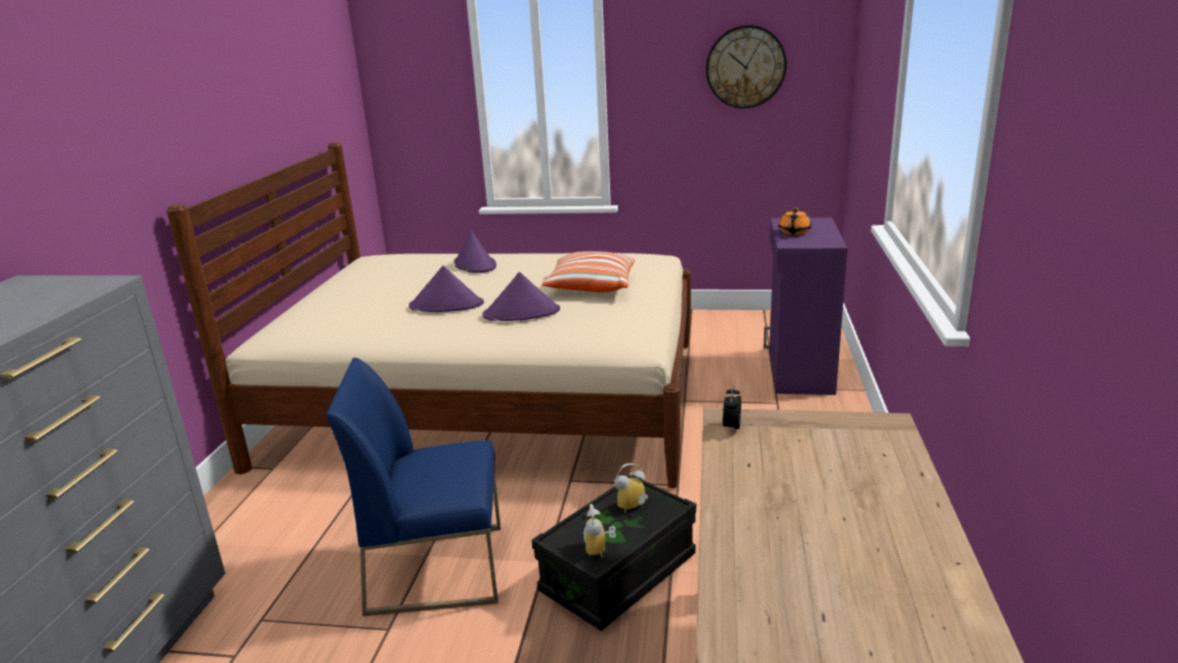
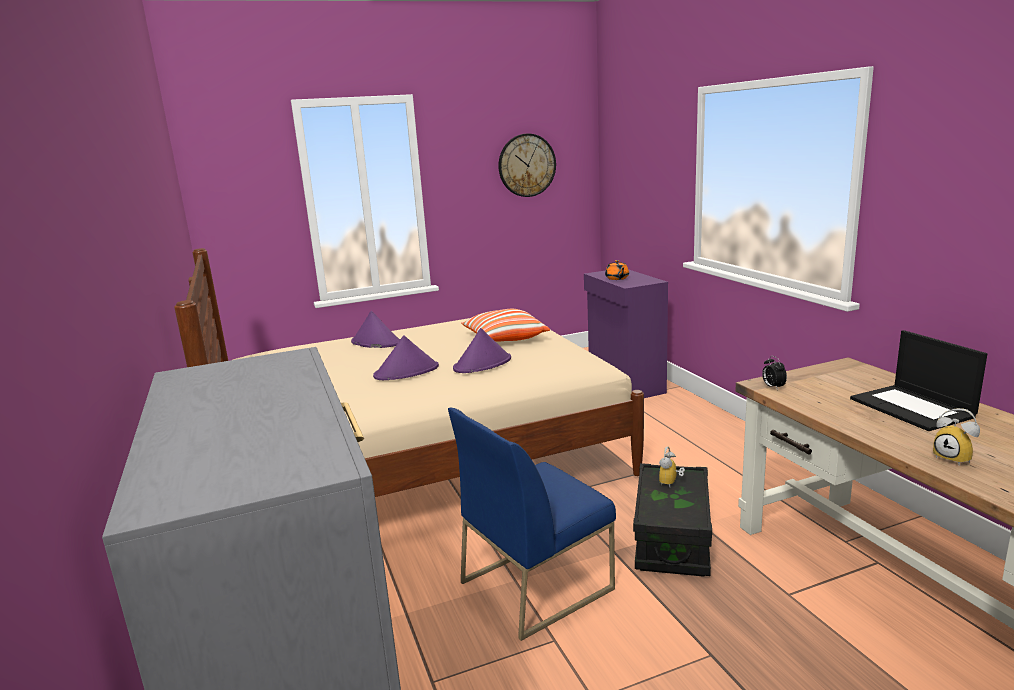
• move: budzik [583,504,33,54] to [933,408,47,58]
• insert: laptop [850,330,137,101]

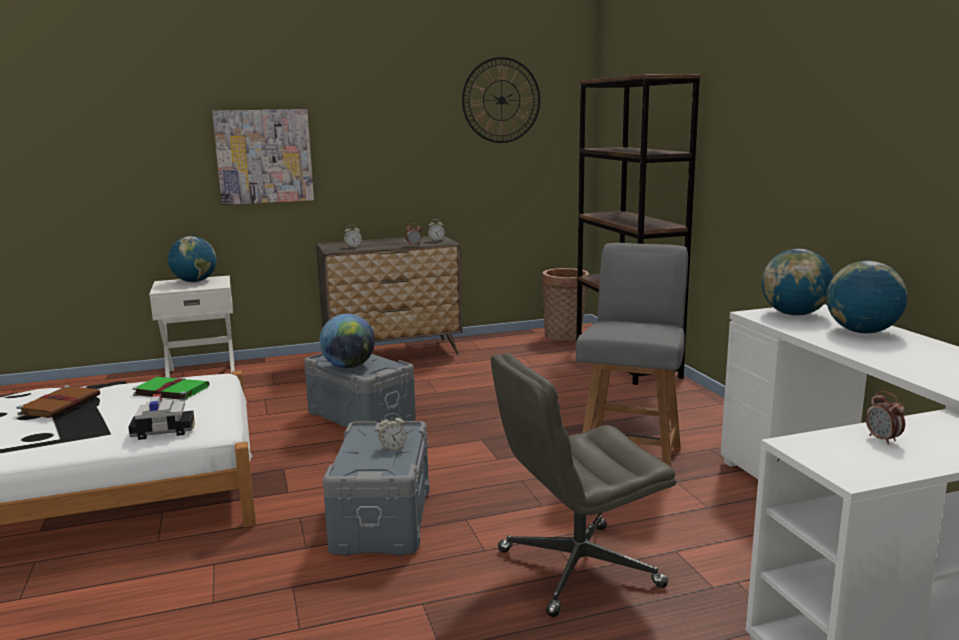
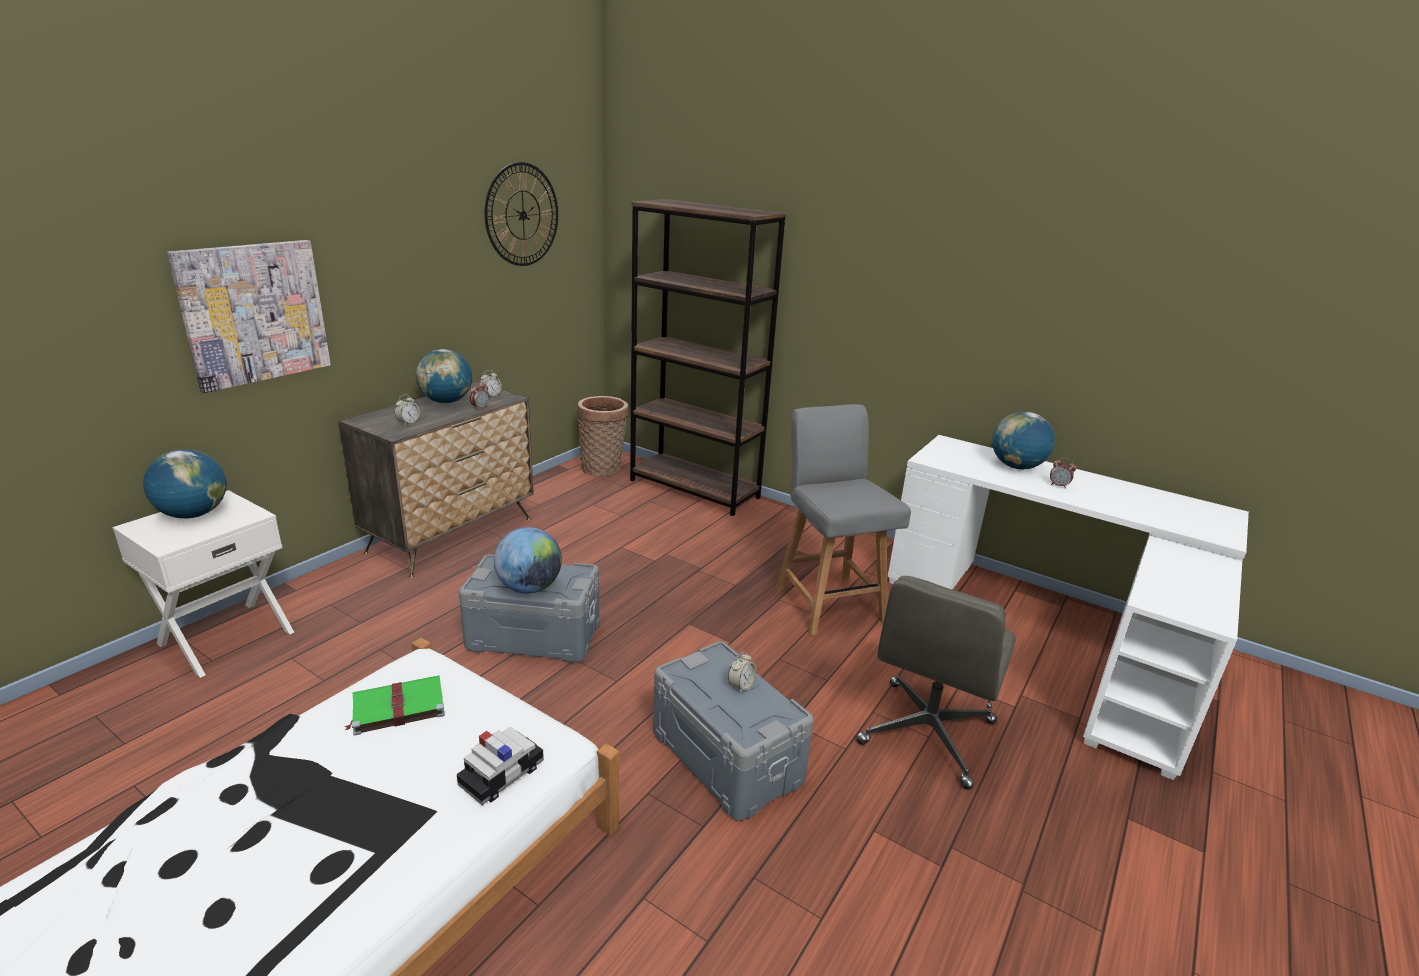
• delete: książka [brązowy] [16,385,84,33]
• move: globus [762,249,71,67] to [416,349,56,54]
• move: budzik [866,391,39,54] to [1050,458,26,31]

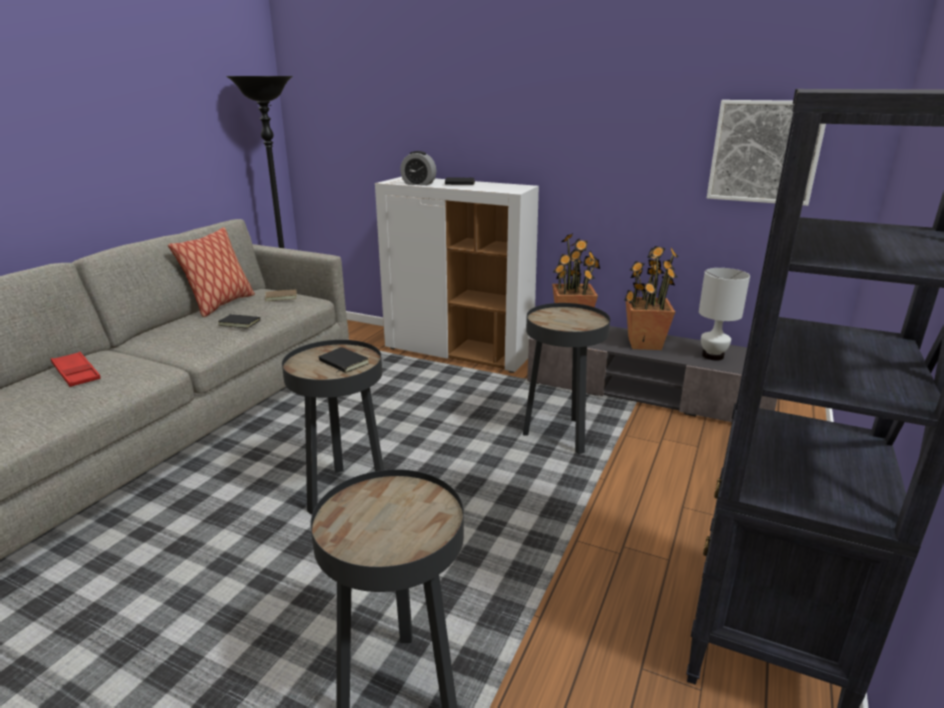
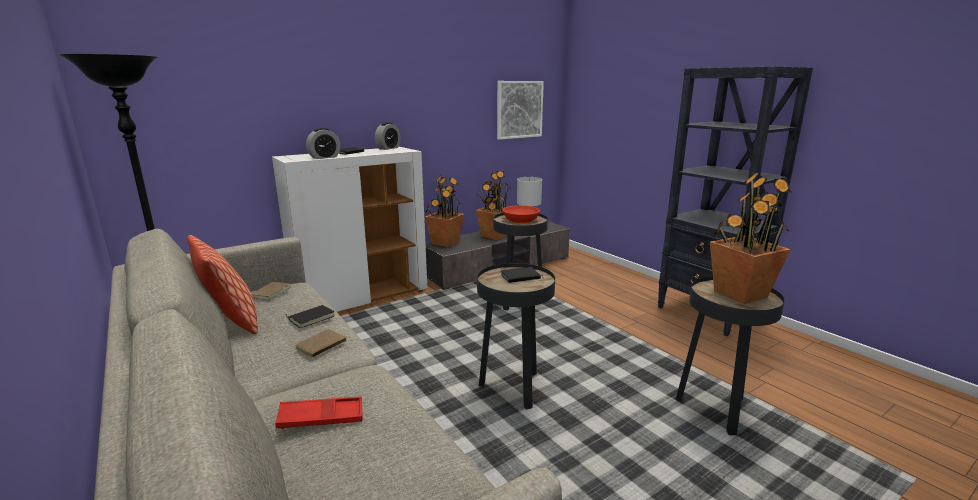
• insert: książka [brązowy] [295,329,57,29]
• insert: budzik [375,122,26,28]
• insert: miska [czerwony] [503,205,37,18]
• insert: roślina doniczkowa [710,172,82,132]

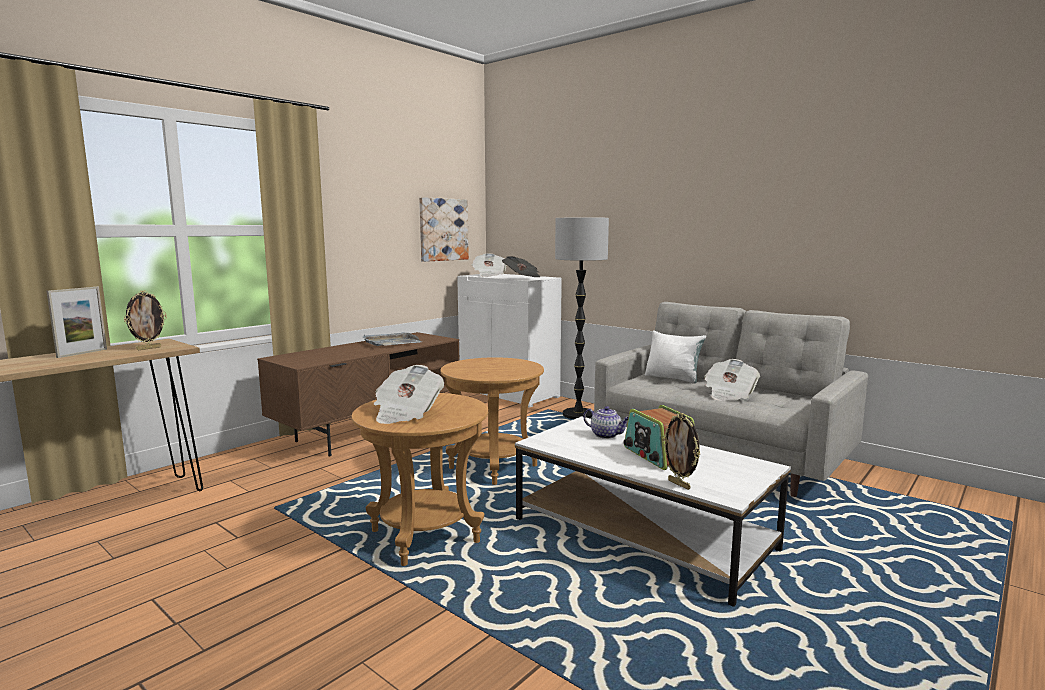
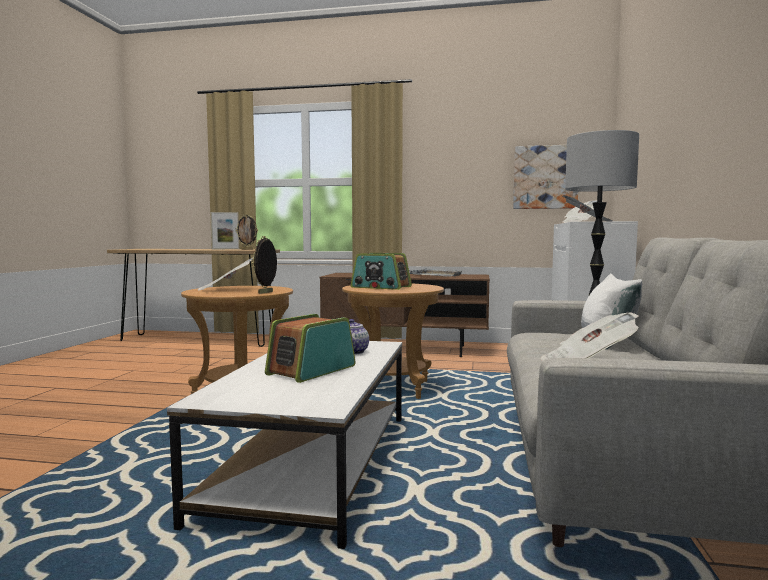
• move: ramka na zdjęcie [662,413,38,77] to [251,236,26,58]
• insert: radio [351,253,61,37]

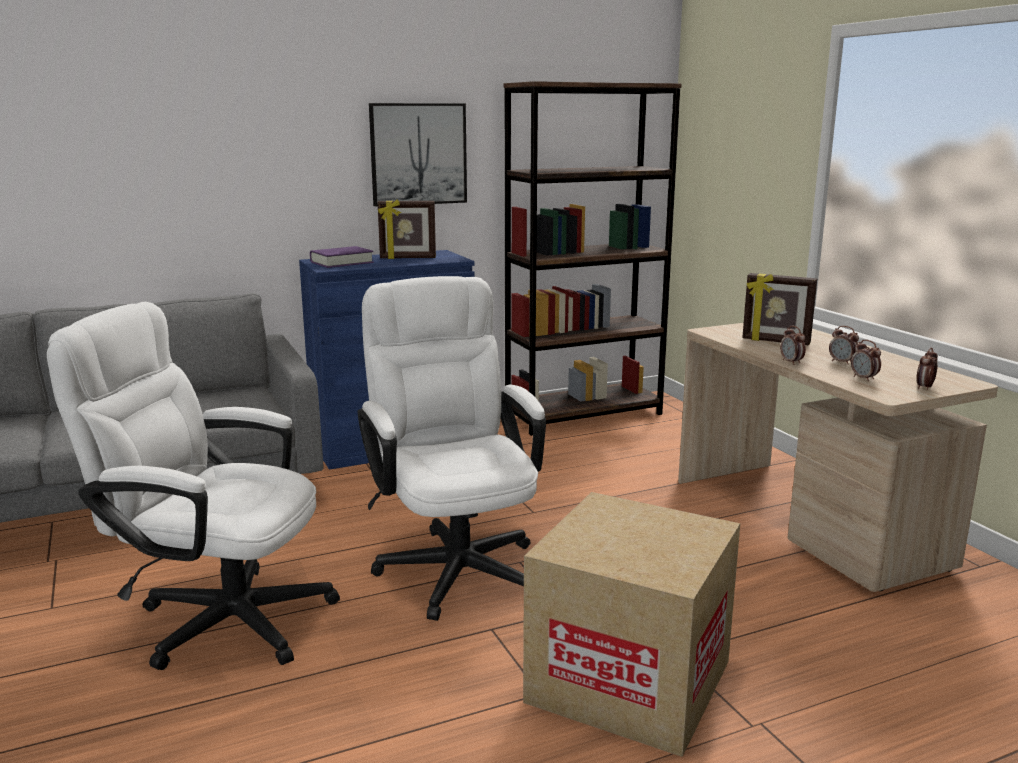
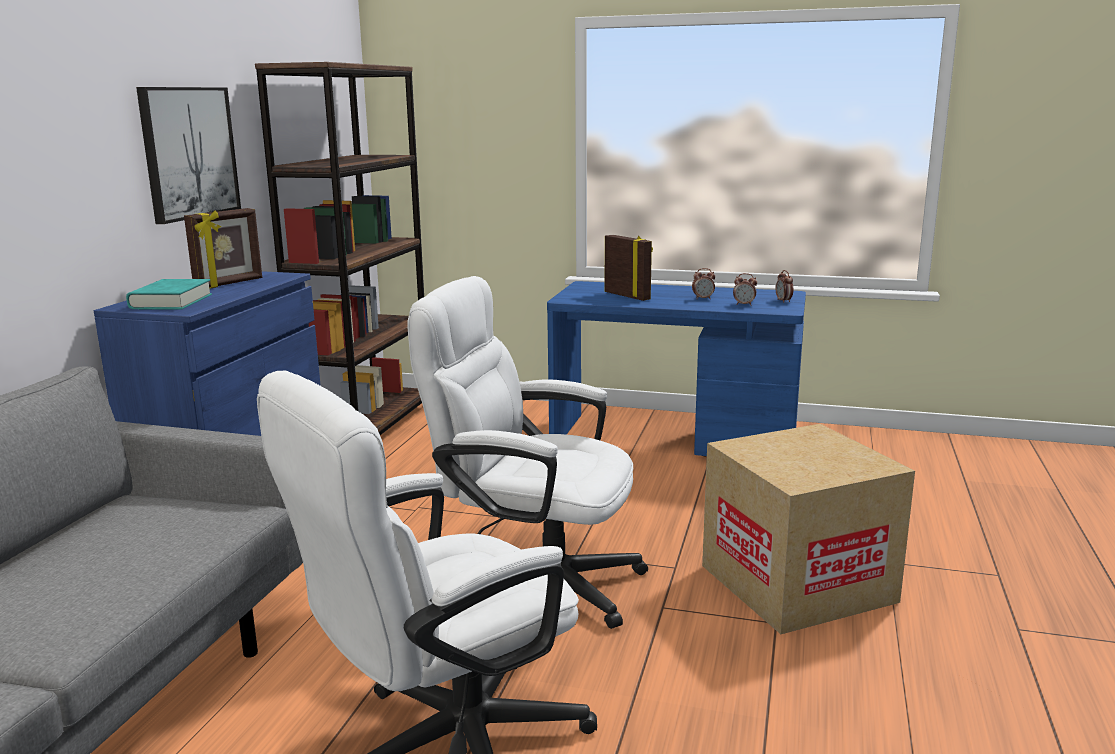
• recolor: książka [fioletowy] [310,246,64,22] to książka [turkusowy] [126,279,86,31]
• recolor: biurko [beżowy] [678,323,320,269] to biurko [niebieski] [547,281,259,175]
• rotate: ramka na zdjęcie [742,273,75,72] = [605,235,48,66] 105 degrees counterclockwise
• delete: budzik [780,326,26,39]

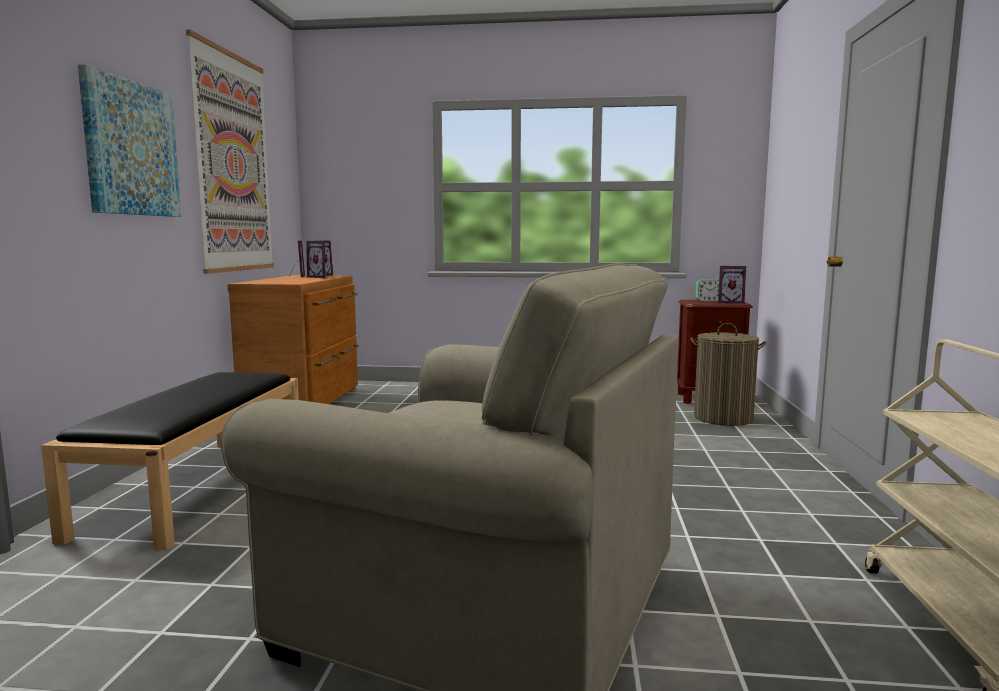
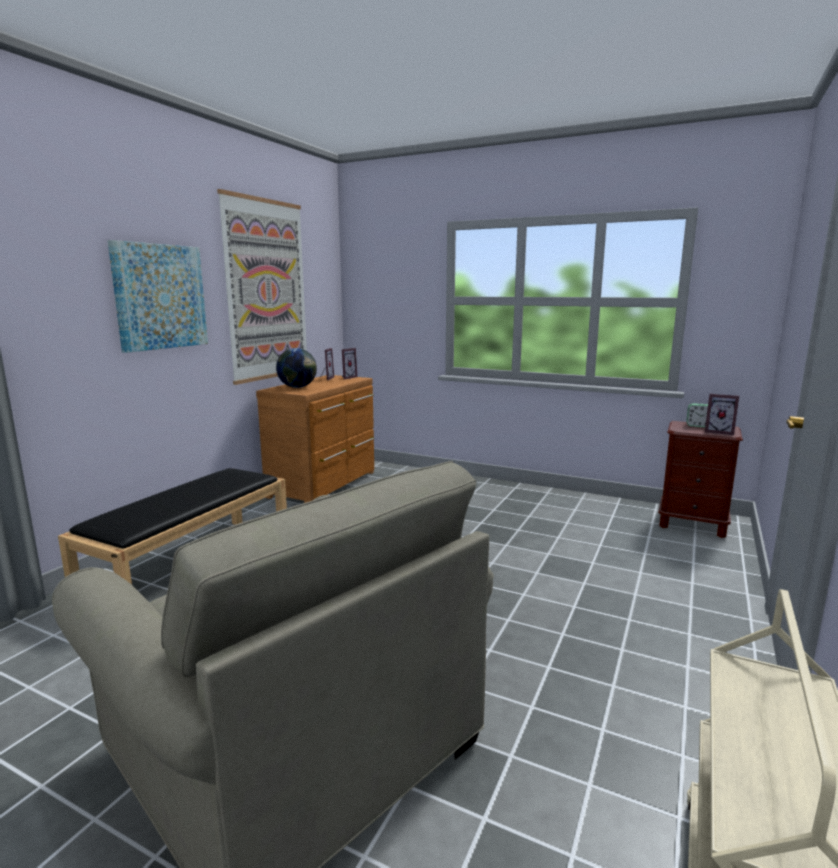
• delete: ramka na zdjęcie [306,241,21,37]
• delete: kosz na pranie [690,323,77,103]
• insert: globus [276,348,41,40]

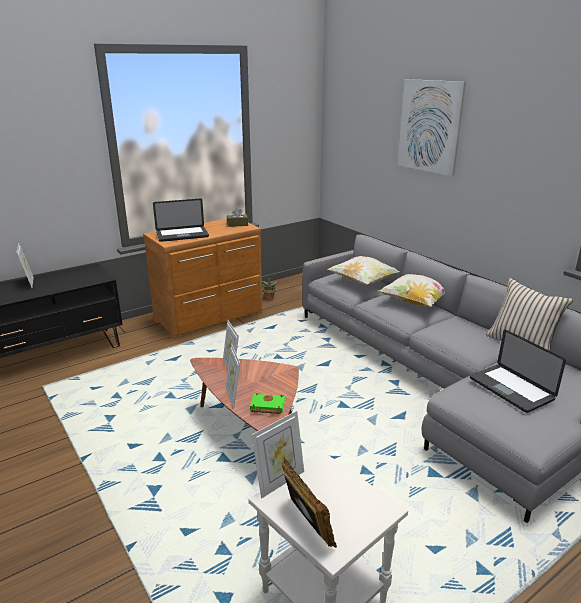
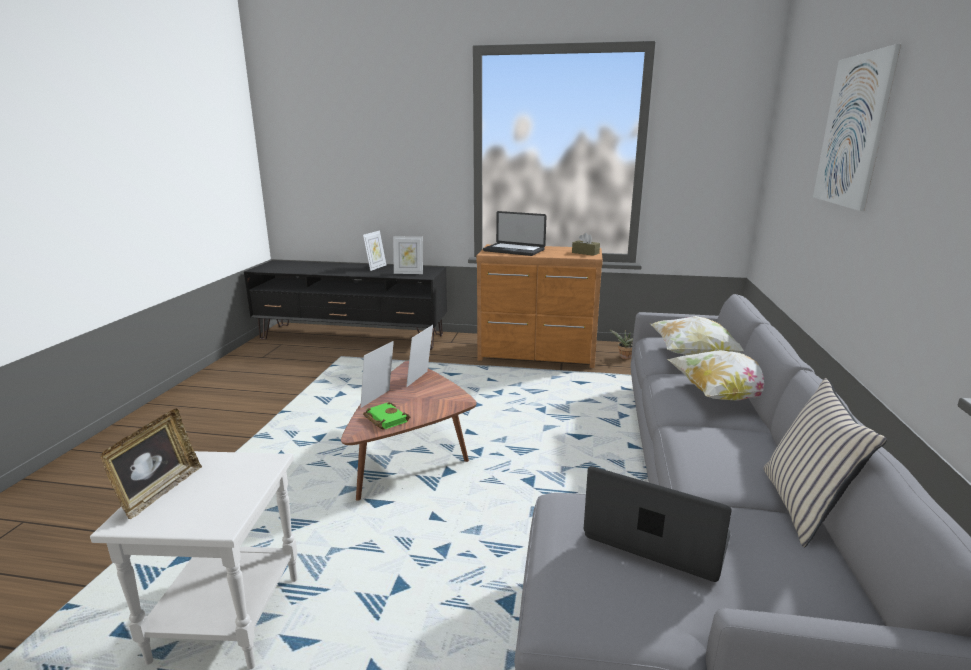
• move: ramka na zdjęcie [252,411,52,88] to [393,236,30,38]
• rotate: laptop [470,329,96,84] = [584,466,148,116] 105 degrees clockwise

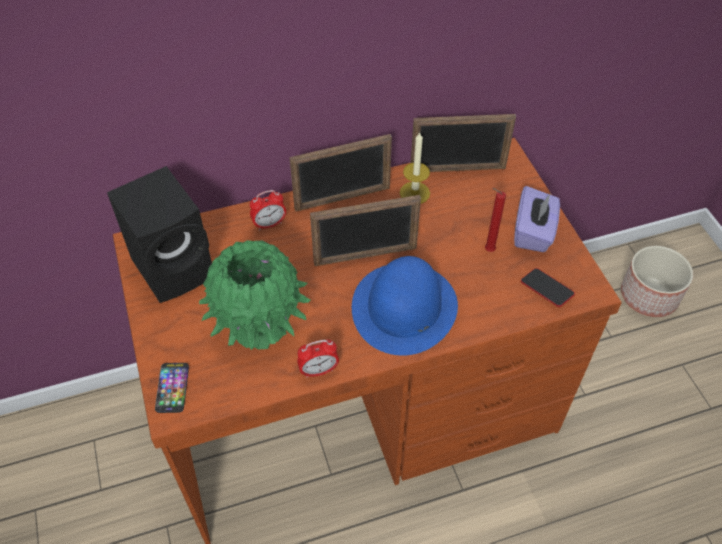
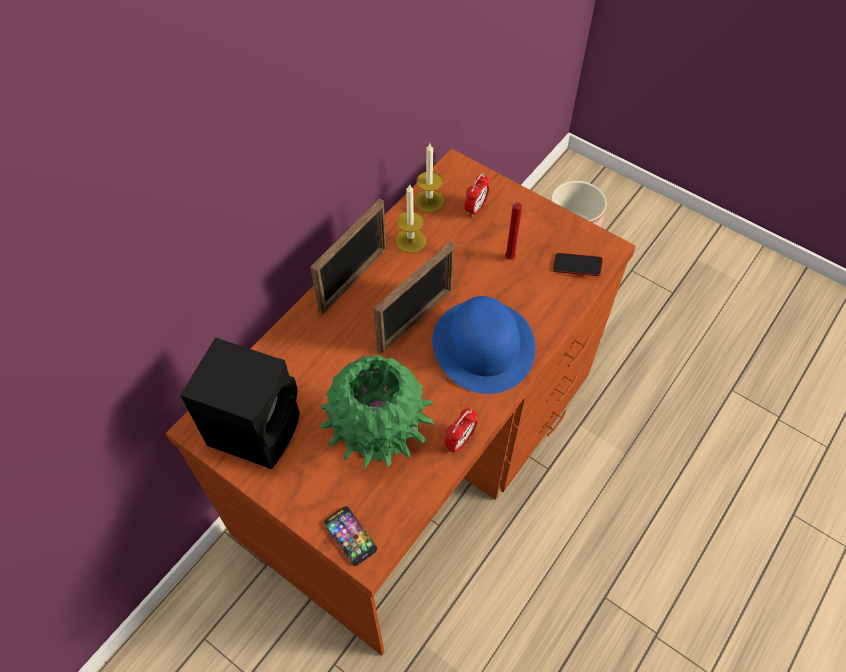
• move: budzik [250,190,36,40] to [464,174,25,43]
• replace: ramka na zdjęcie [411,114,105,58] to świeca [415,143,29,70]
• delete: pudełko chusteczek [fioletowy] [514,186,46,66]

